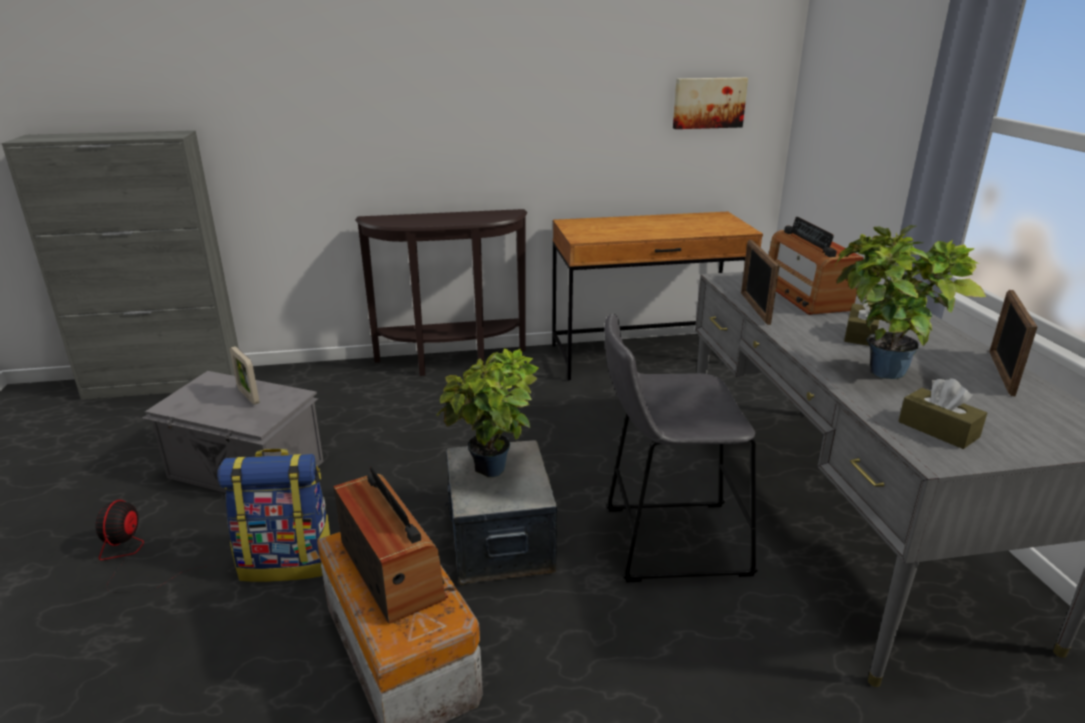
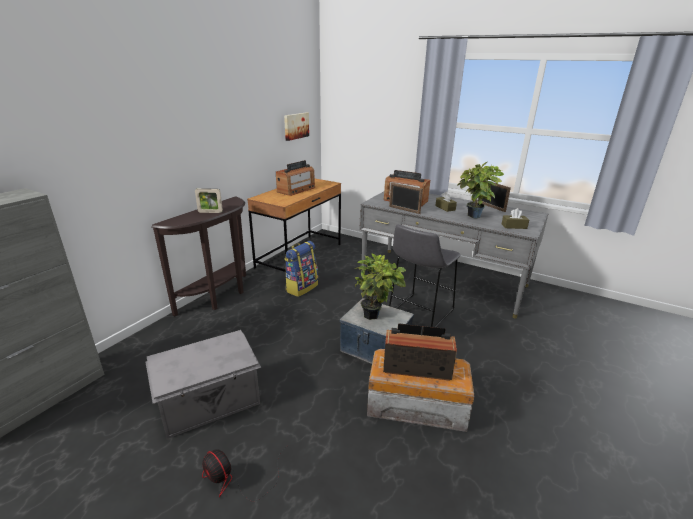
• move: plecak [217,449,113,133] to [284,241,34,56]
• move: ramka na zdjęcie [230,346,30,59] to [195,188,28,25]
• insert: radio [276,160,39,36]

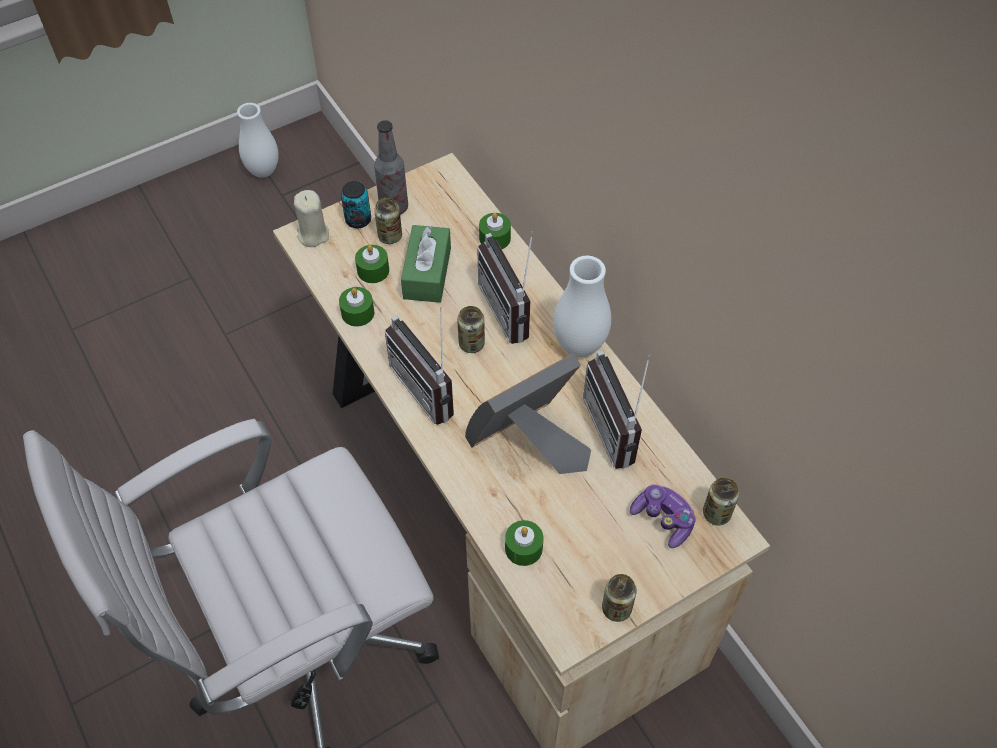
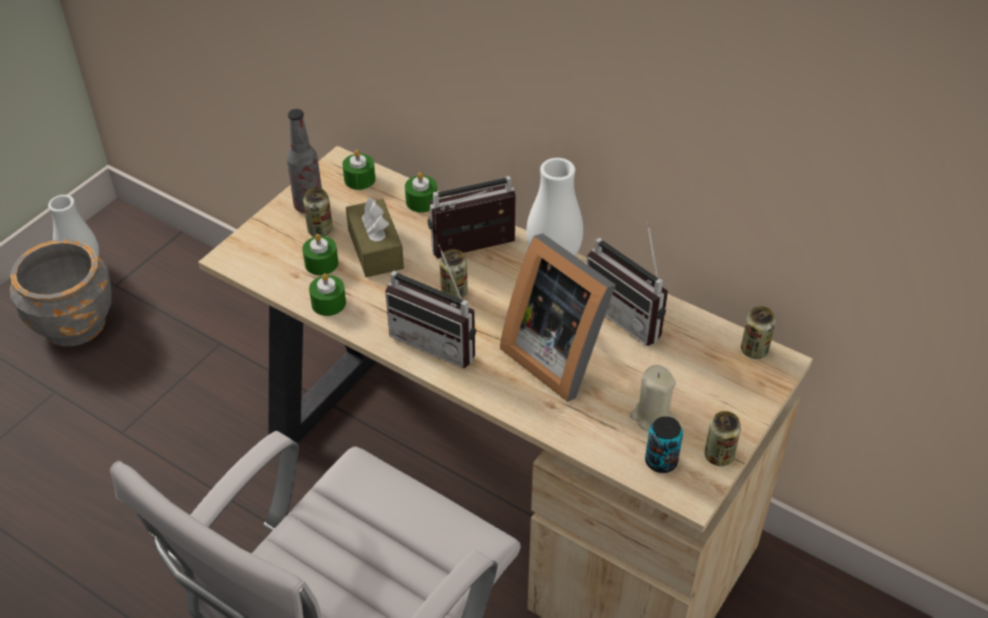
• move: świeca [beżowy] [294,190,35,57] to [630,365,46,66]
• move: puszka [341,181,30,48] to [645,416,38,57]
• recolor: pudełko chusteczek [zielony] [401,225,50,78] to pudełko chusteczek [brązowy] [346,196,58,81]
• rotate: ramka na zdjęcie [465,354,126,120] = [500,233,116,169] 75 degrees counterclockwise
• rotate: radio [477,231,56,113] = [427,176,89,83] 120 degrees clockwise
• move: świeca [zielony] [505,520,38,46] to [342,150,33,40]
• delete: pad do gier [630,484,65,64]
• insert: donica [szary] [10,239,102,107]

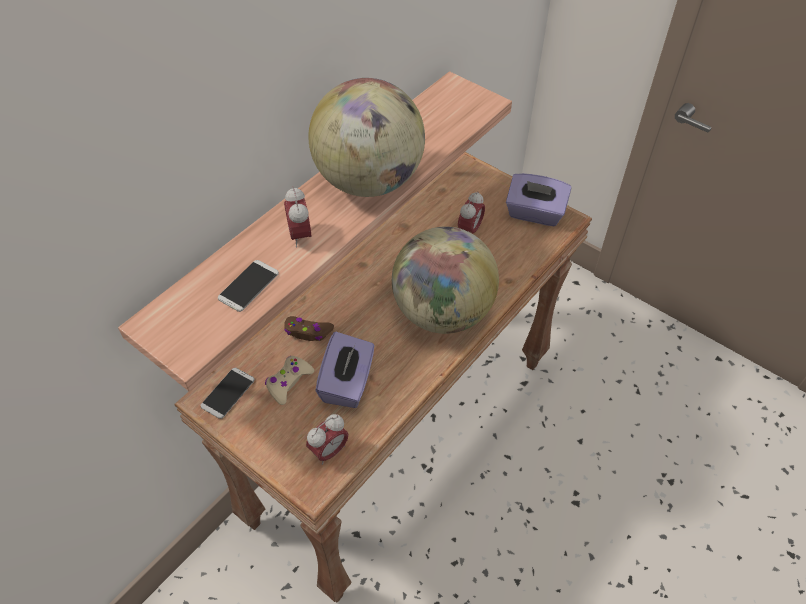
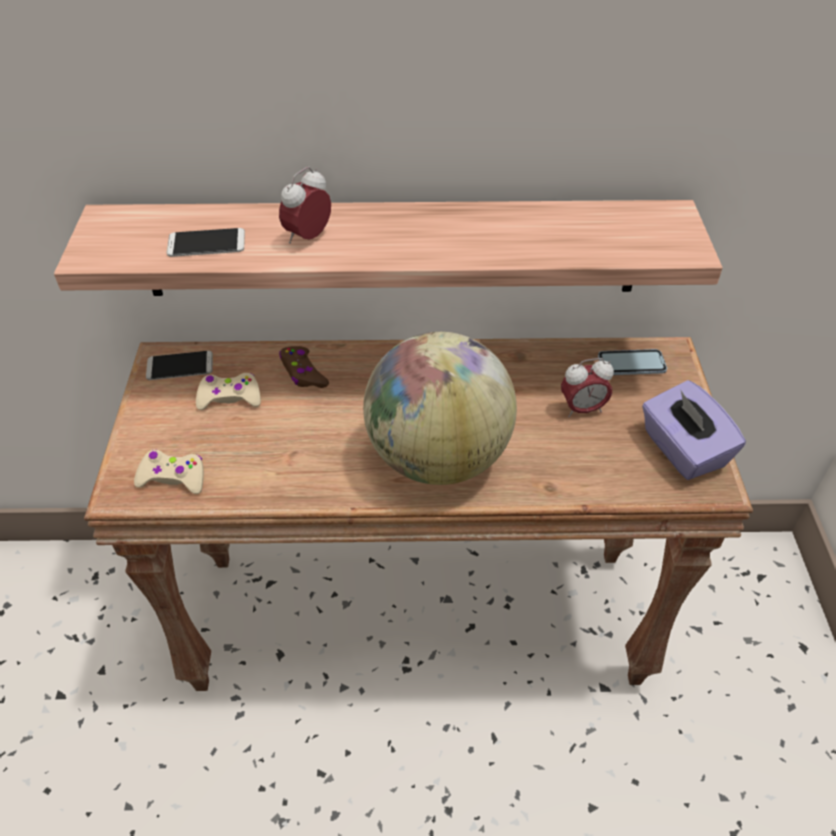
• replace: budzik [306,414,43,51] to pad do gier [beżowy] [134,450,70,44]
• delete: globus [308,78,117,119]
• delete: pudełko chusteczek [fioletowy] [315,332,59,76]
• insert: telefon [598,349,69,26]

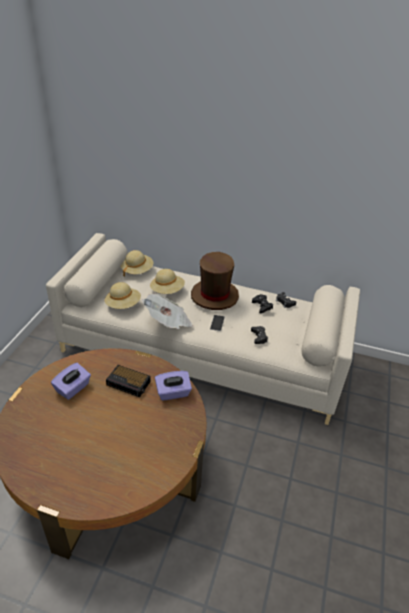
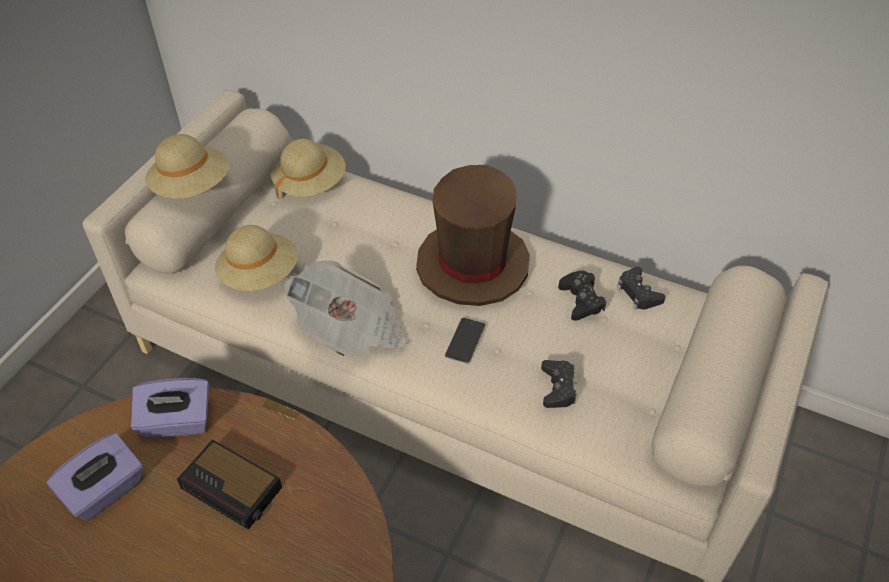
• move: kapelusz [beżowy] [150,269,35,25] to [145,134,85,65]
• move: pudełko chusteczek [fioletowy] [155,371,37,29] to [131,378,78,60]

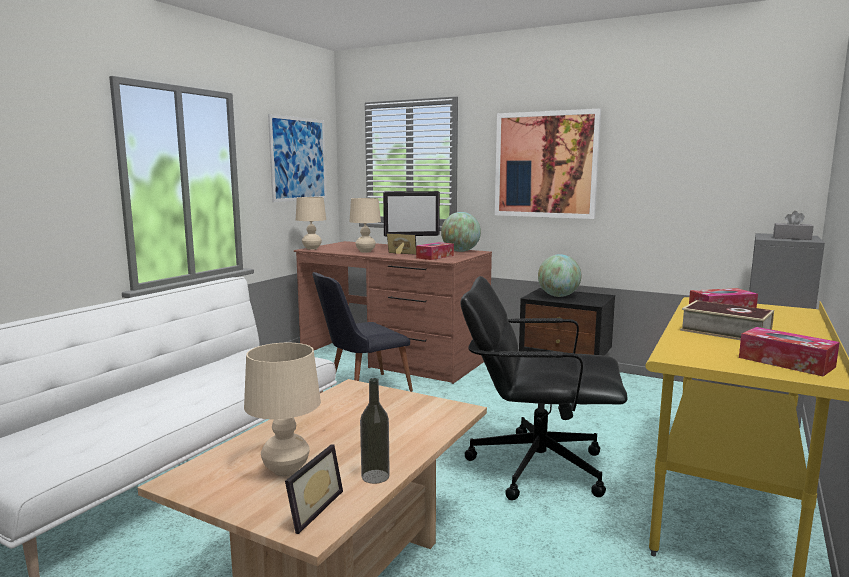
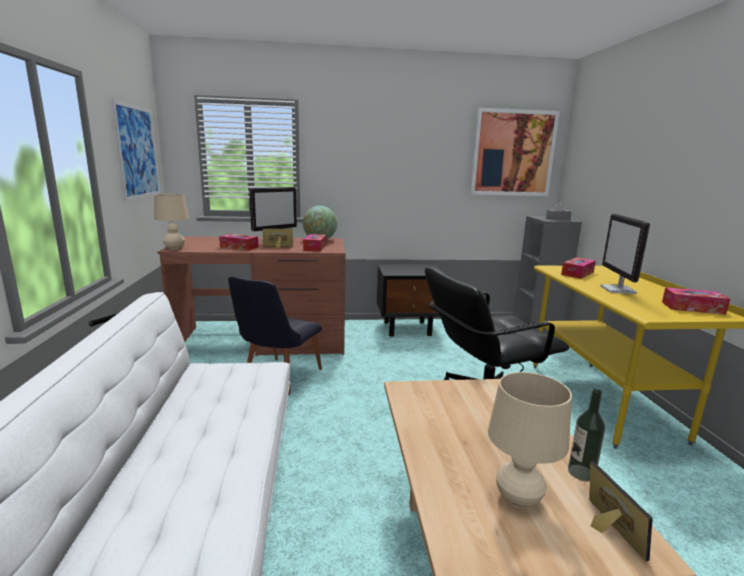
• replace: lampa stołowa [beżowy] [349,198,32,55] to pudełko chusteczek [219,234,39,17]
• move: obraz [495,109,106,110] to [470,108,90,88]
• delete: globus [538,254,43,43]
• replace: książka [680,300,94,40] to monitor [601,214,49,80]

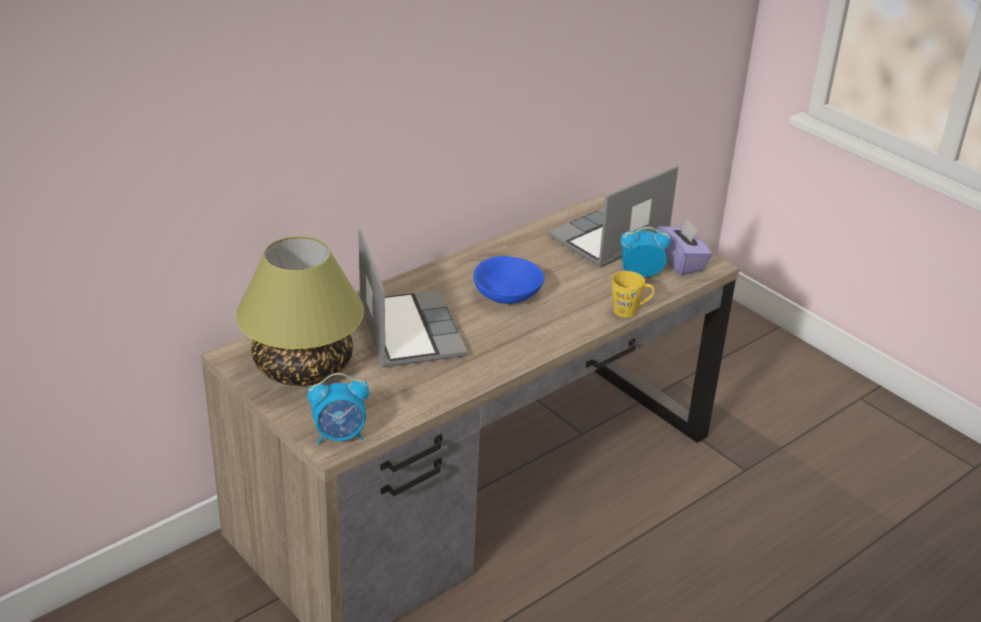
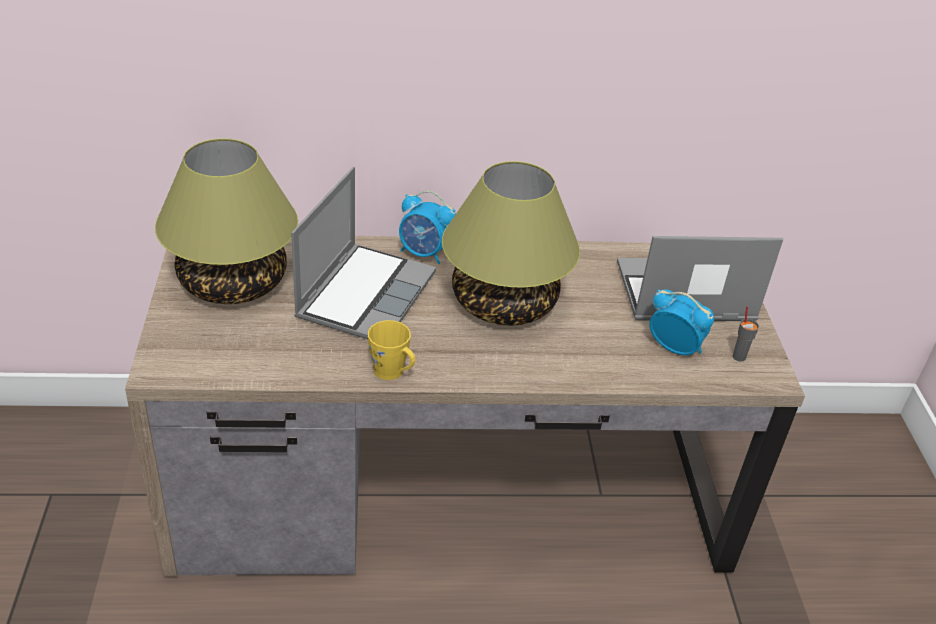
• move: budzik [308,373,61,72] to [399,191,57,73]
• replace: miska [niebieski] [473,256,71,48] to lampa stołowa [442,161,138,165]
• move: kubek [żółty] [612,271,42,47] to [368,320,47,60]
• replace: pudełko chusteczek [fioletowy] [656,219,56,56] to filiżanka [szary] [733,306,26,56]

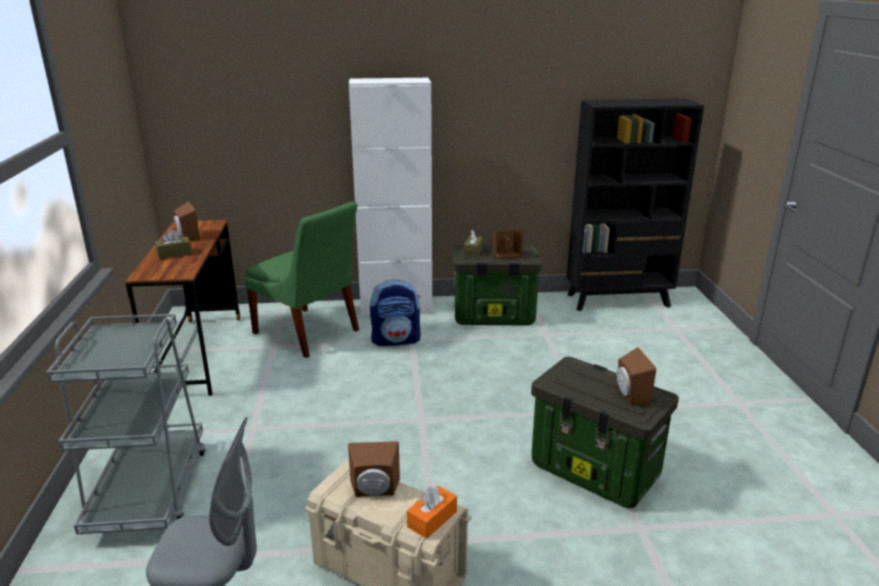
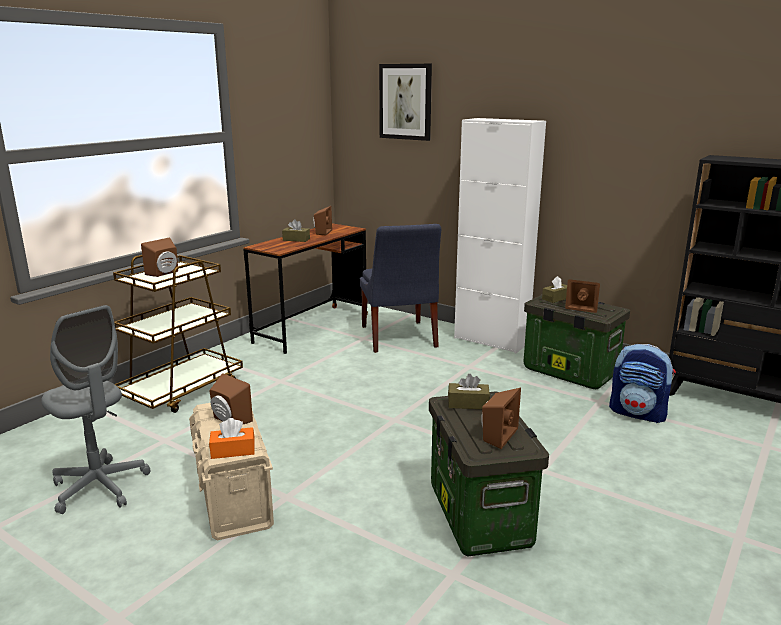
• recolor: wózek [szary] [46,314,160,221] to wózek [brązowy] [113,255,130,158]
• recolor: krzesło [zielony] [244,202,115,156] to krzesło [niebieski] [360,224,81,129]
• move: plecak [370,279,51,67] to [609,344,67,79]
• insert: głośnik [brązowy] [141,238,37,39]
• insert: obraz [379,64,53,77]
• insert: pudełko chusteczek [brązowy] [448,374,42,35]

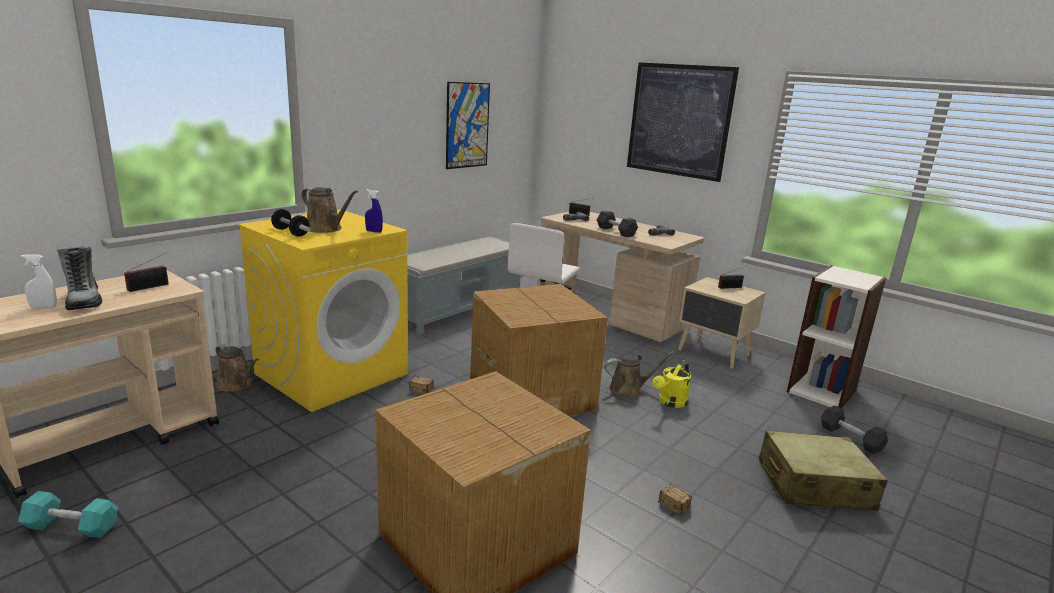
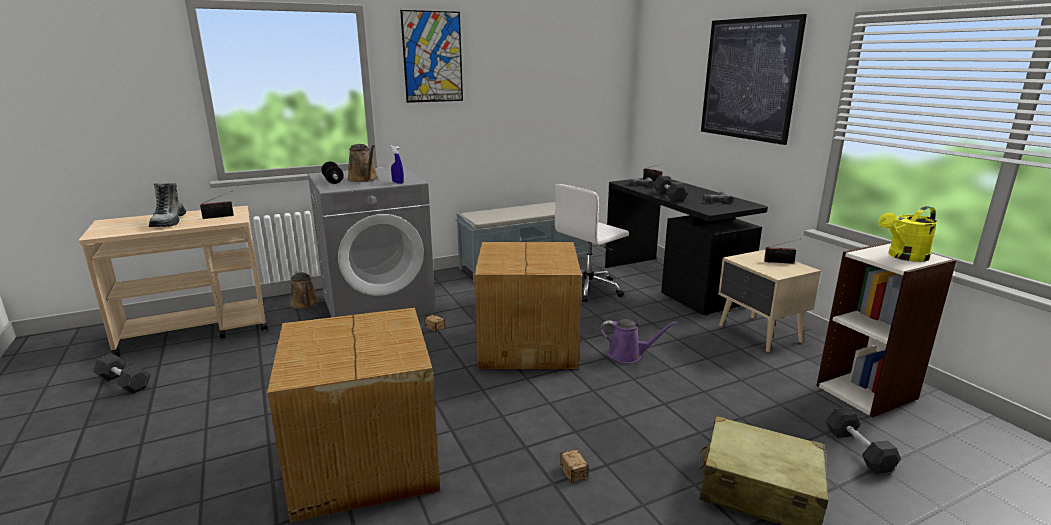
• recolor: hantel [turkusowy] [18,491,100,47] to hantel [szary] [93,353,58,41]
• delete: spryskiwacz [biały] [21,254,36,54]
• recolor: pralka [żółty] [238,209,170,203] to pralka [szary] [308,167,128,150]
• move: obraz [446,82,44,87] to [400,10,63,93]
• recolor: biurko [beżowy] [537,212,167,130] to biurko [czarny] [605,178,163,137]
• recolor: konewka [brązowy] [604,352,70,46] to konewka [fioletowy] [600,319,77,44]
• move: konewka [żółty] [653,360,38,48] to [878,206,60,56]

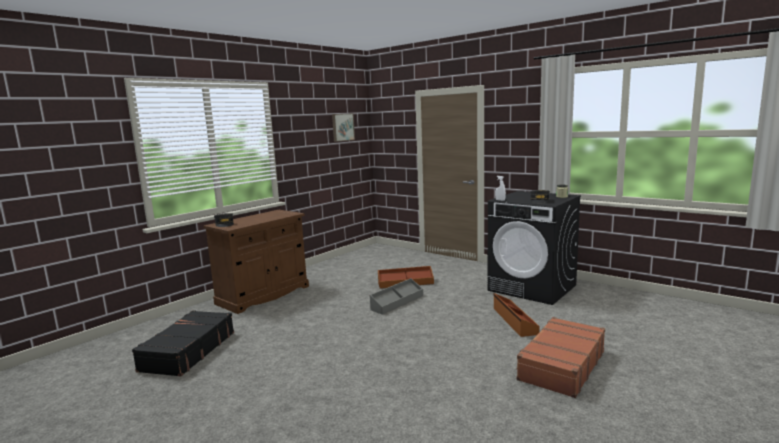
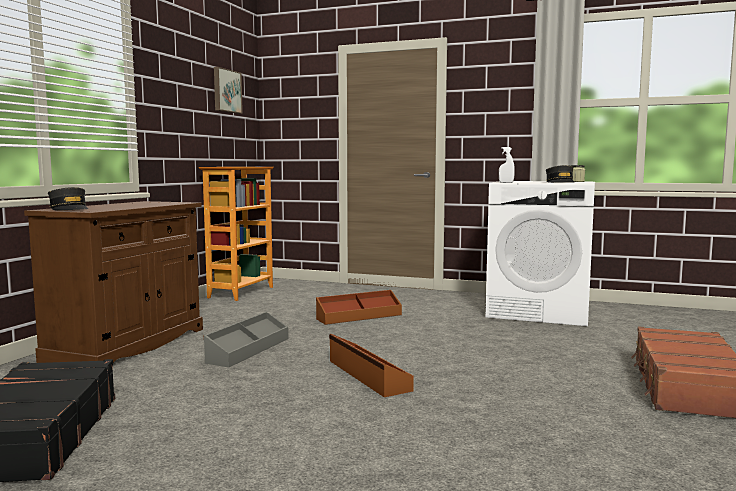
• move: pojemnik do przechowywania [szary] [370,278,53,37] to [204,312,85,55]
• recolor: pralka [czarny] [488,191,93,114] to pralka [biały] [486,181,109,145]
• move: pojemnik do przechowywania [brązowy] [494,293,46,44] to [329,334,85,63]
• insert: regał [199,167,75,134]

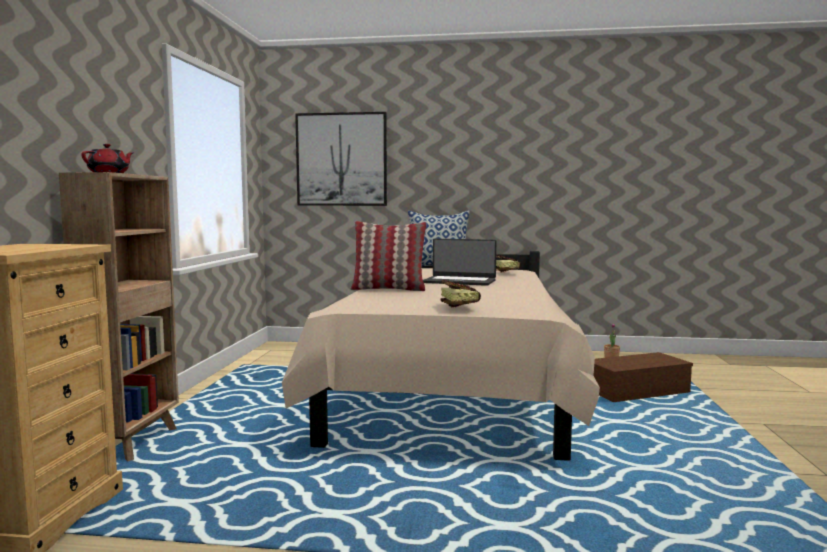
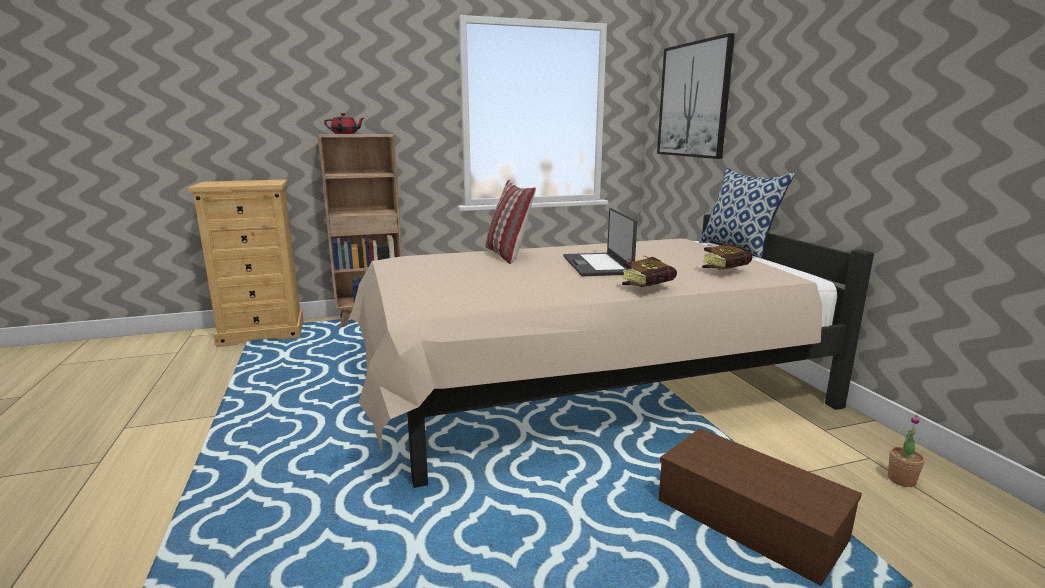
• move: książka [441,280,40,27] to [622,256,55,31]

